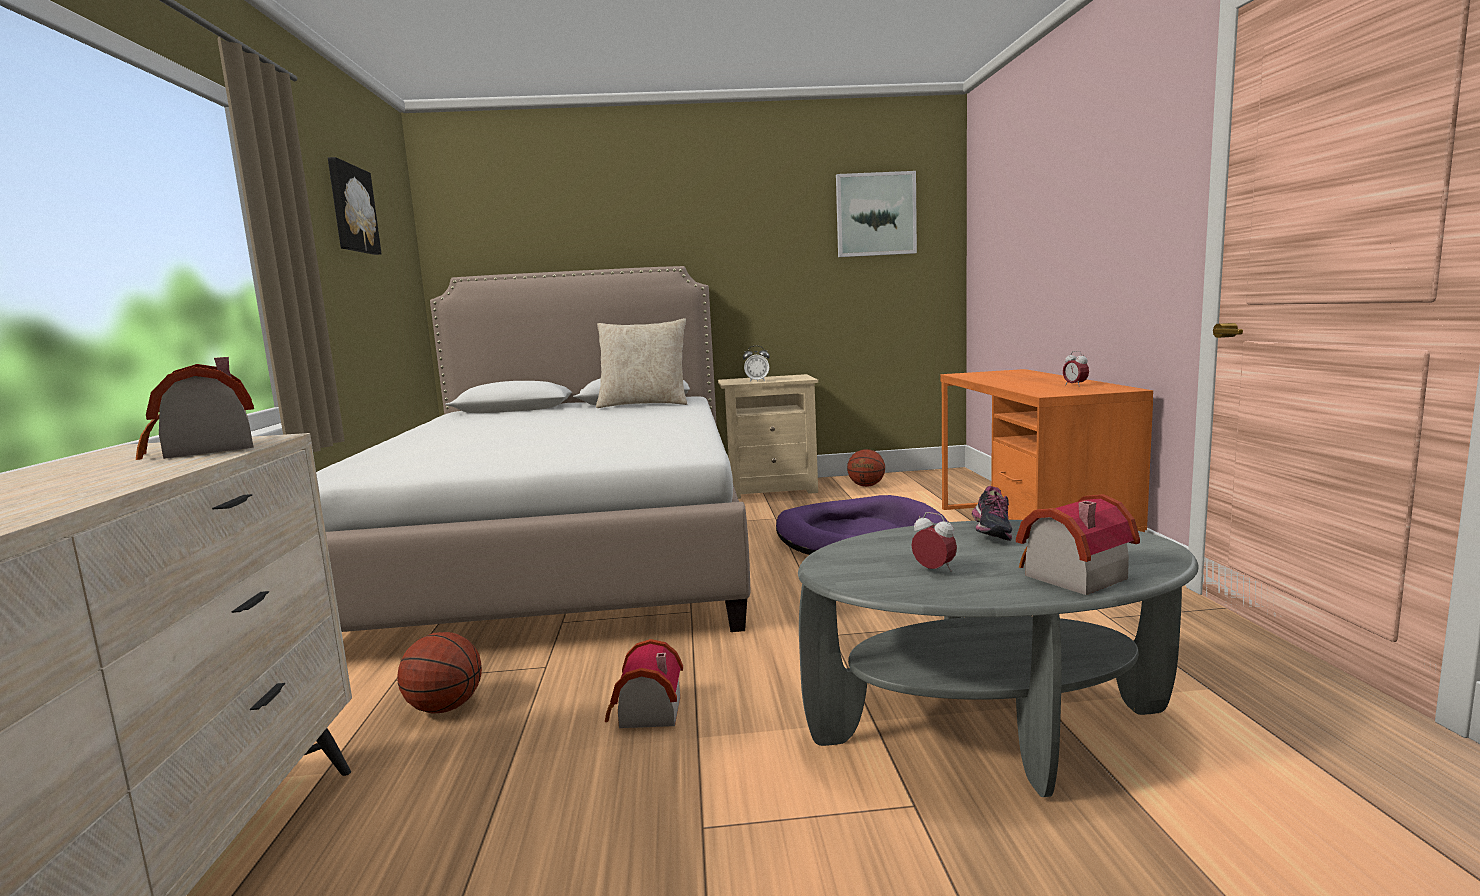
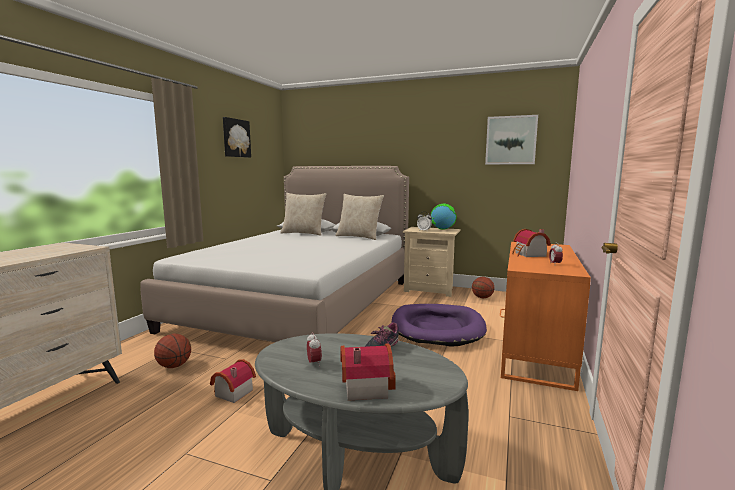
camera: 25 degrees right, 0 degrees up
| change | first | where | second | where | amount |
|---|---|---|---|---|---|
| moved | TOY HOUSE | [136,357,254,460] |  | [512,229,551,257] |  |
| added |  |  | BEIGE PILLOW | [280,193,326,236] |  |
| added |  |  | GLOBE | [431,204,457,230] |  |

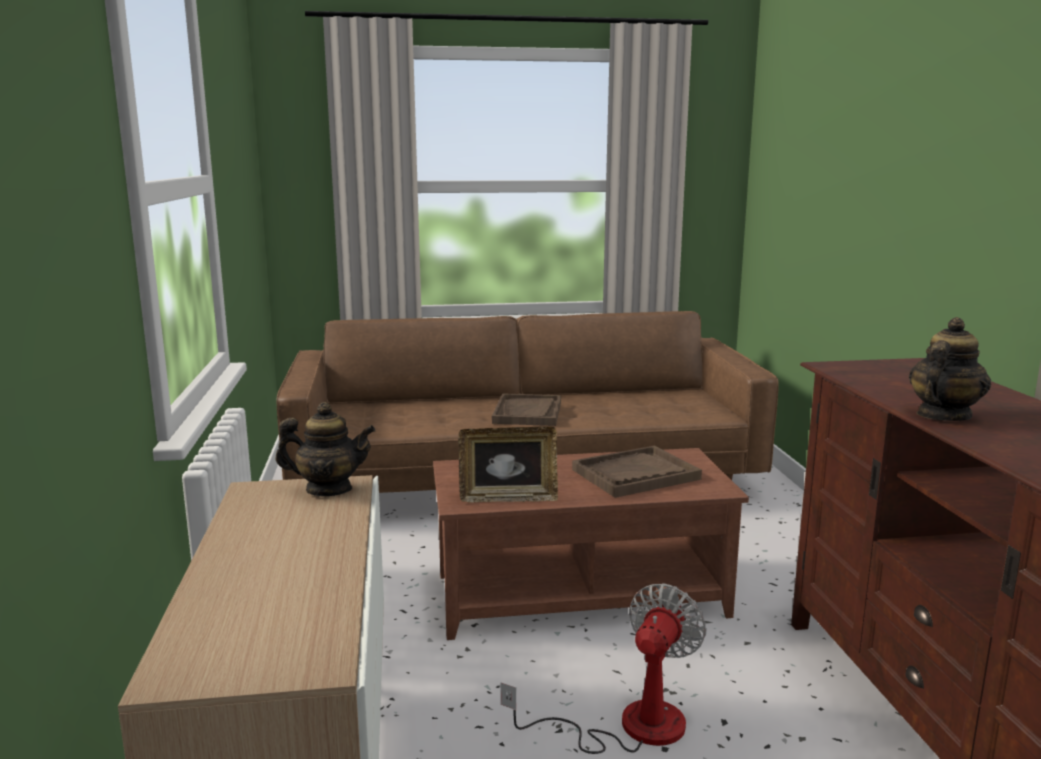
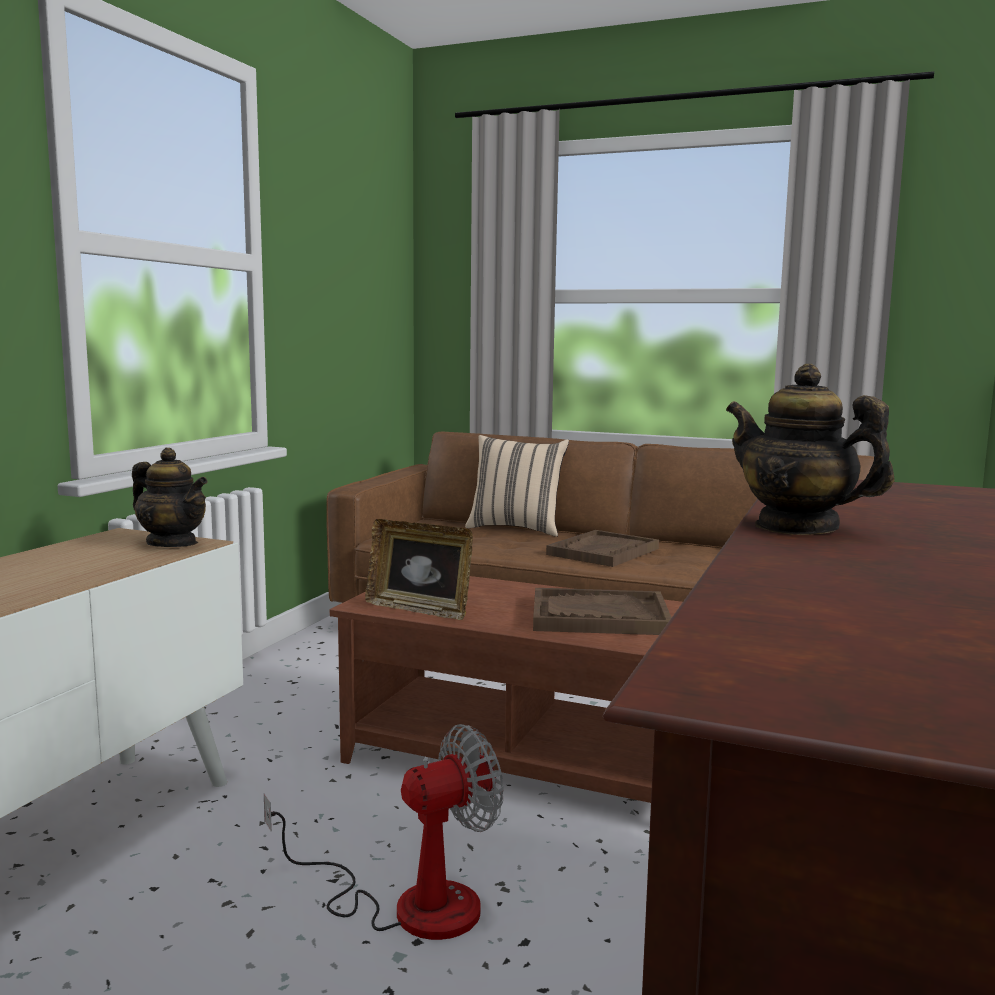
camera: 30 degrees right, 5 degrees down
| change | first | where | second | where | amount |
|---|---|---|---|---|---|
| turned | TEAPOT | [909,317,991,421] |  | [726,364,894,535] | 120 degrees counterclockwise |
| added |  |  | BEIGE PILLOW | [465,435,569,537] |  |

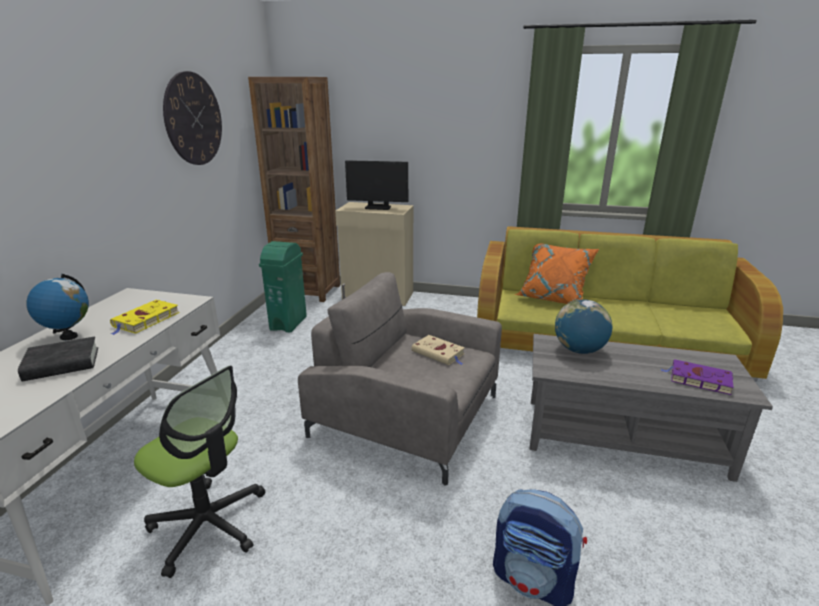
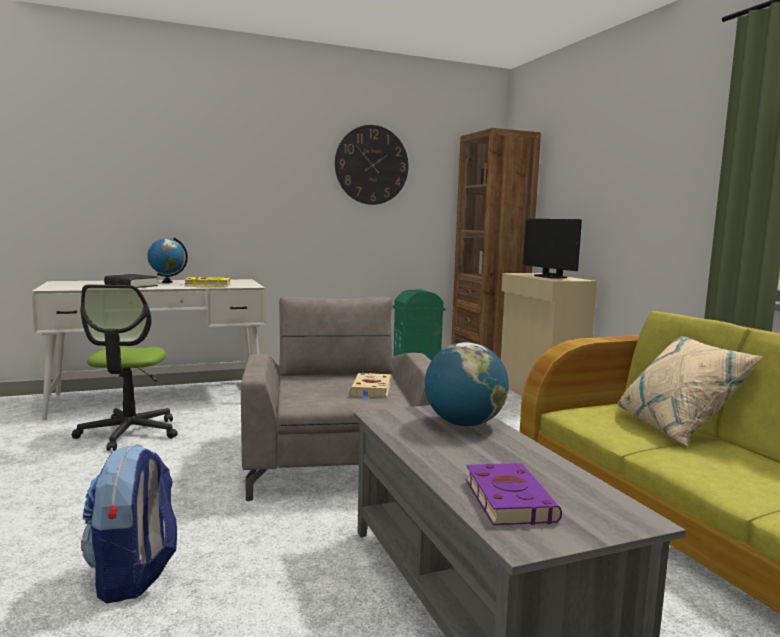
camera: 55 degrees right, 15 degrees down
| change | first | where | second | where | amount |
|---|---|---|---|---|---|
| recoloured | ORANGE PILLOW | [515,244,599,304] | BEIGE PILLOW | [617,336,763,446] |  |

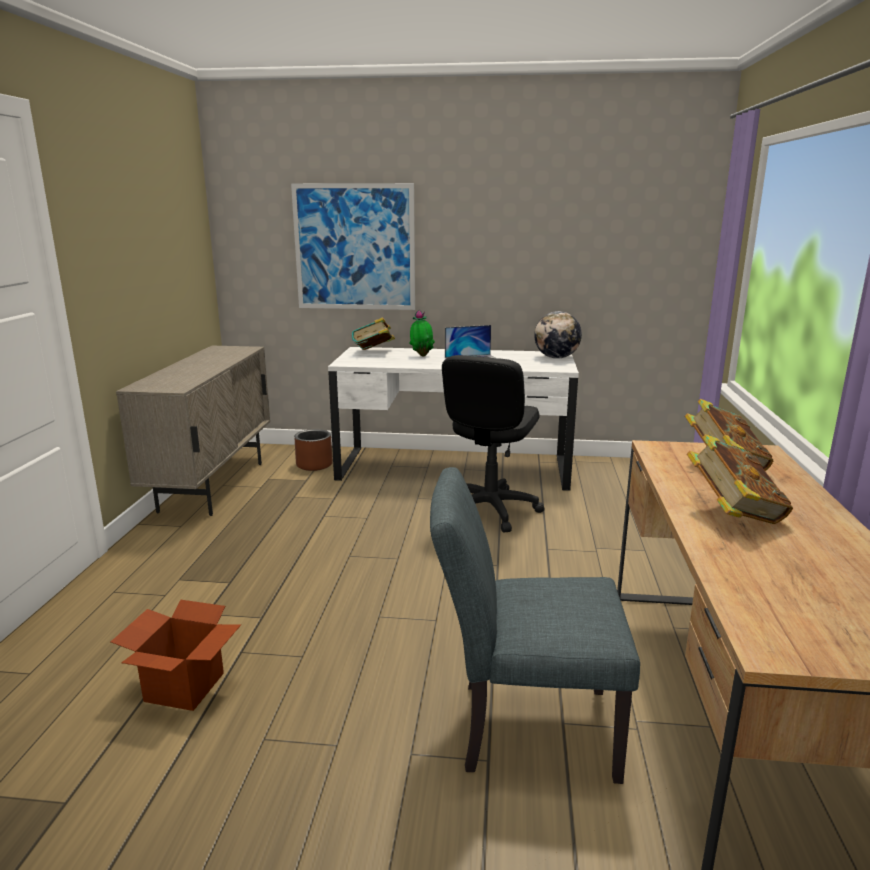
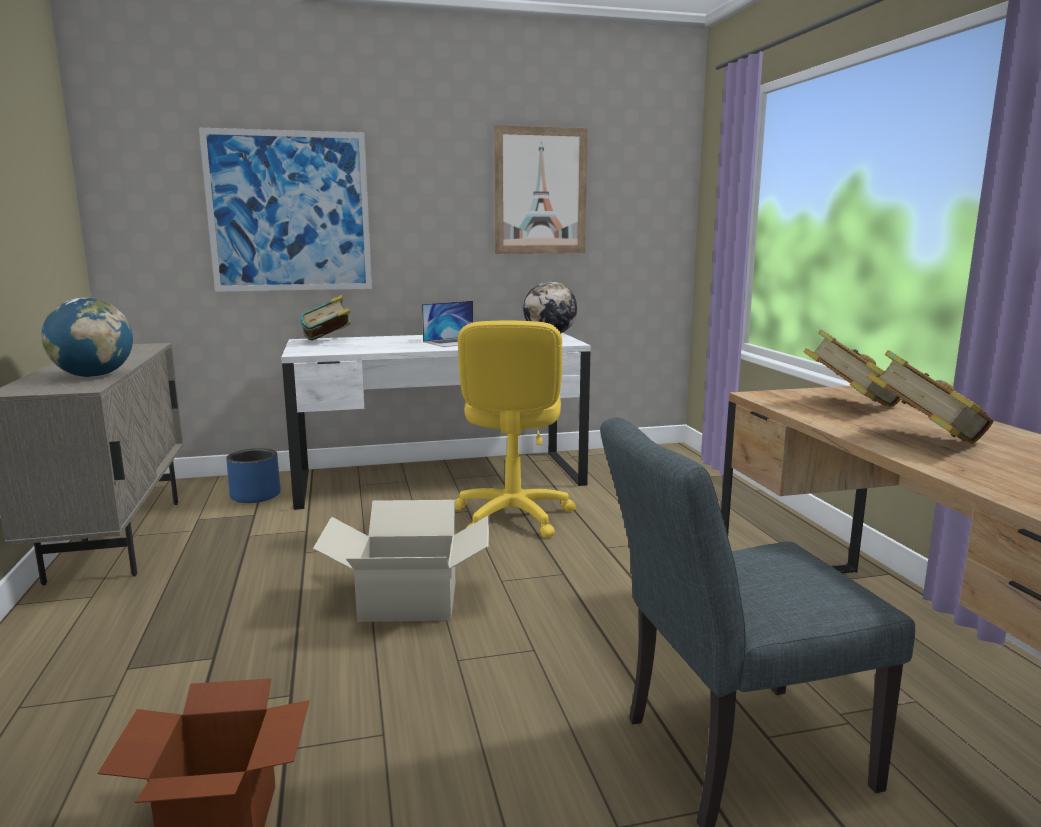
camera: 20 degrees left, 5 degrees down
| change | first | where | second | where | amount |
|---|---|---|---|---|---|
| recoloured | BROWN PLANTER | [294,429,333,471] | BLUE PLANTER | [226,448,281,503] |  |
| removed | POTTED PLANT | [410,310,435,357] |  |  |  |
| recoloured | BLACK OFFICE CHAIR | [442,355,544,532] | YELLOW OFFICE CHAIR | [455,321,576,538] |  |
| added |  |  | GLOBE | [41,298,133,377] |  |
| added |  |  | CARDBOARD BOX | [313,500,489,622] |  |
| added |  |  | PICTURE | [494,125,588,254] |  |

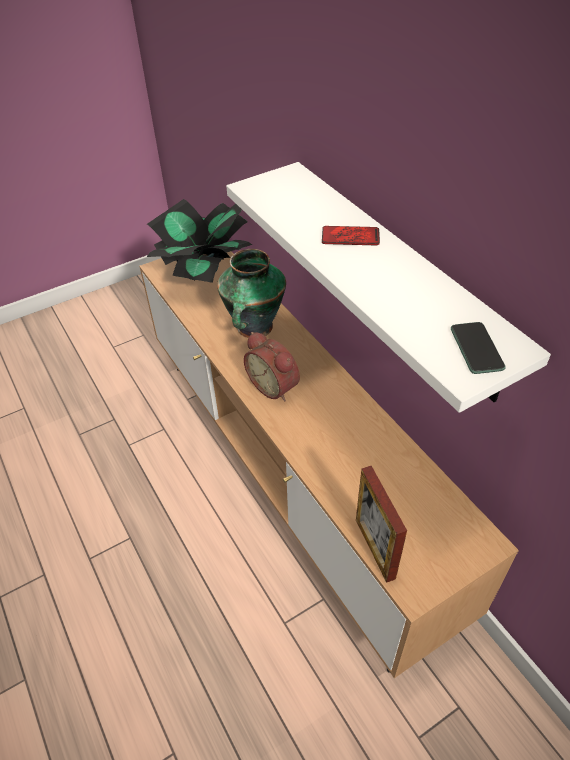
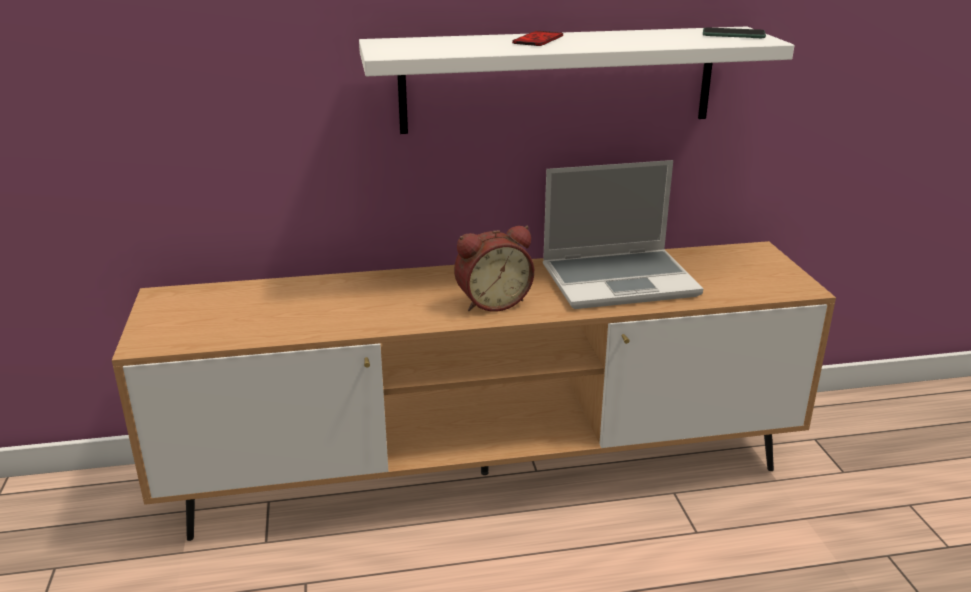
camera: 70 degrees left, 20 degrees down
| change | first | where | second | where | amount |
|---|---|---|---|---|---|
| removed | POTTED PLANT | [147,199,252,283] |  |  |  |
| removed | VASE | [217,249,286,338] |  |  |  |
| removed | PICTURE FRAME | [356,466,407,583] |  |  |  |
| added |  |  | LAPTOP | [543,160,703,309] |  |

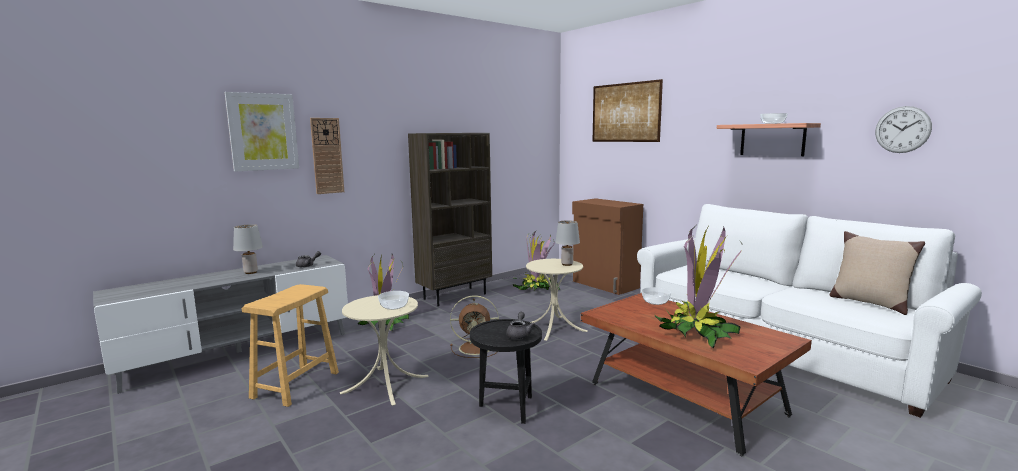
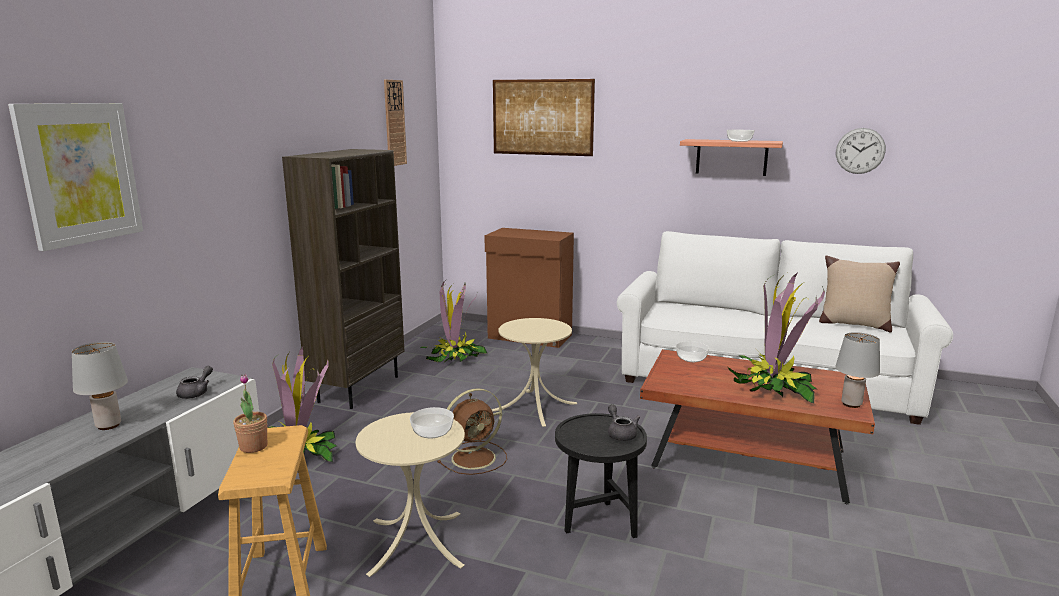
camera: 30 degrees left, 5 degrees up
| change | first | where | second | where | amount |
|---|---|---|---|---|---|
| moved | WALL CLOCK | [310,118,344,194] |  | [384,80,407,166] |  |
| moved | GREY TABLE LAMP | [555,220,580,266] |  | [835,332,880,408] |  |
| added |  |  | POTTED PLANT | [233,374,267,453] |  |

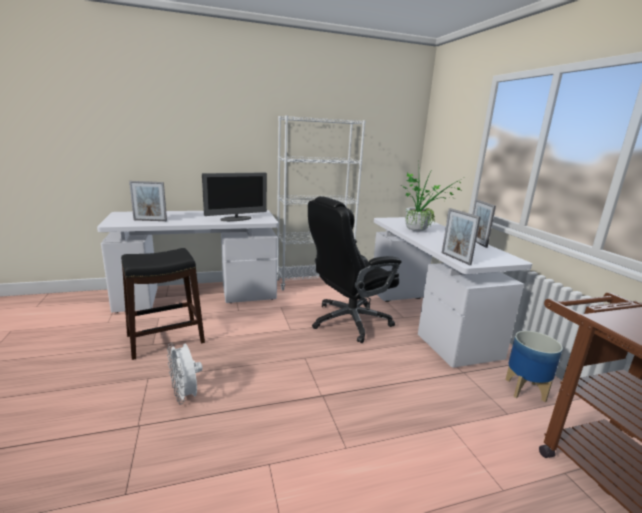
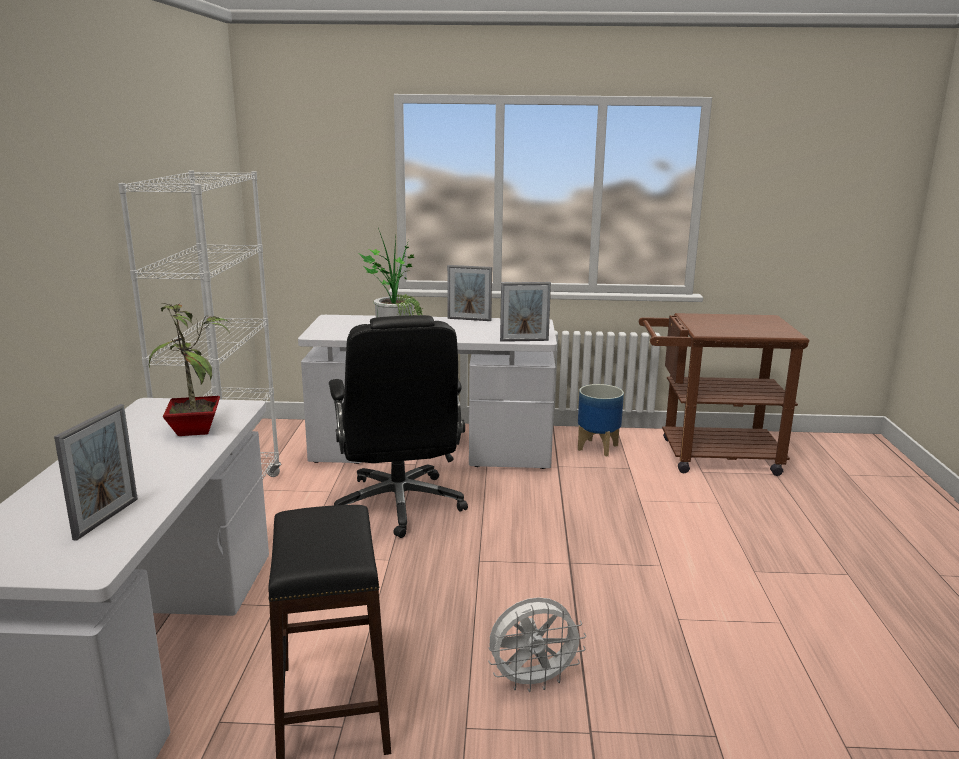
camera: 70 degrees left, 0 degrees up
| change | first | where | second | where | amount |
|---|---|---|---|---|---|
| replaced | MONITOR | [202,172,267,221] | POTTED PLANT | [149,302,232,436] |  |

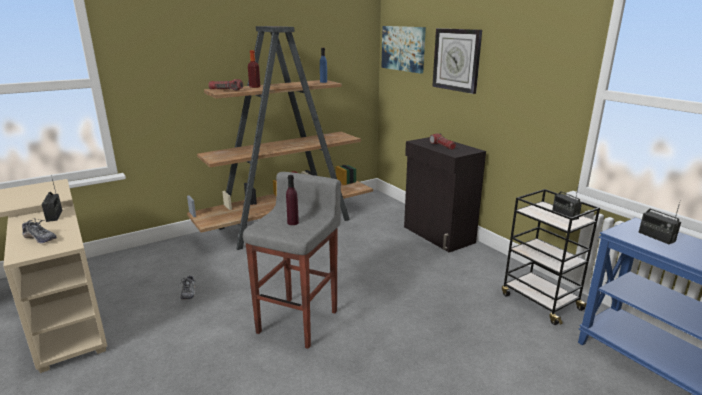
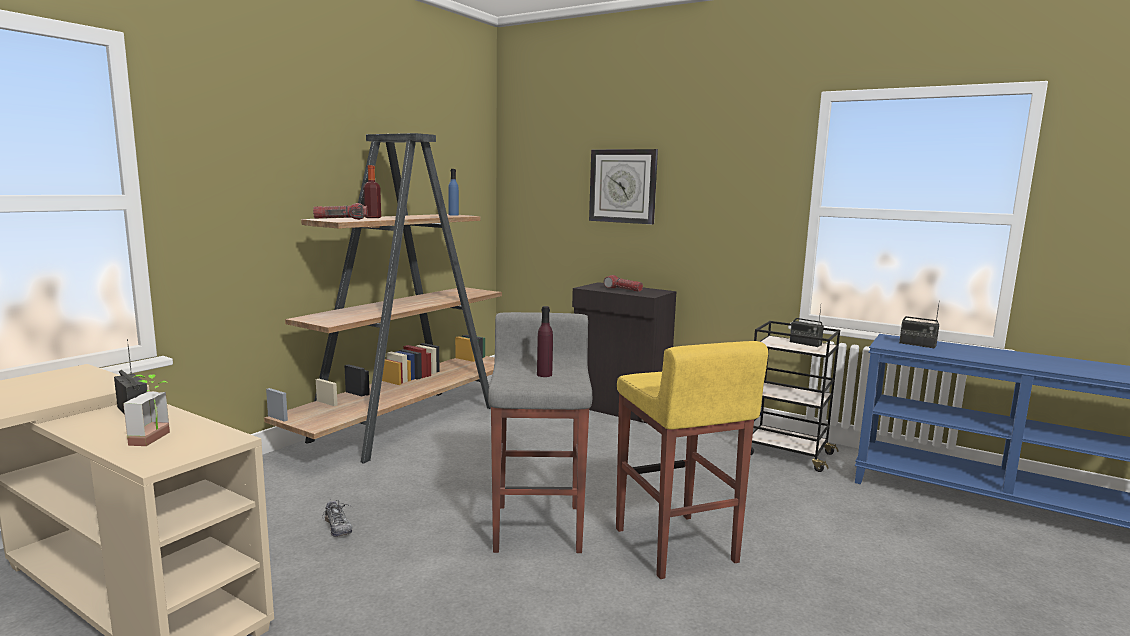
camera: 25 degrees left, 10 degrees down
| change | first | where | second | where | amount |
|---|---|---|---|---|---|
| replaced | SHOE | [22,218,57,243] | POTTED PLANT | [123,374,170,446] |  |
| removed | PICTURE | [381,26,426,74] |  |  |  |
| added |  |  | YELLOW STOOL | [616,341,768,579] |  |

